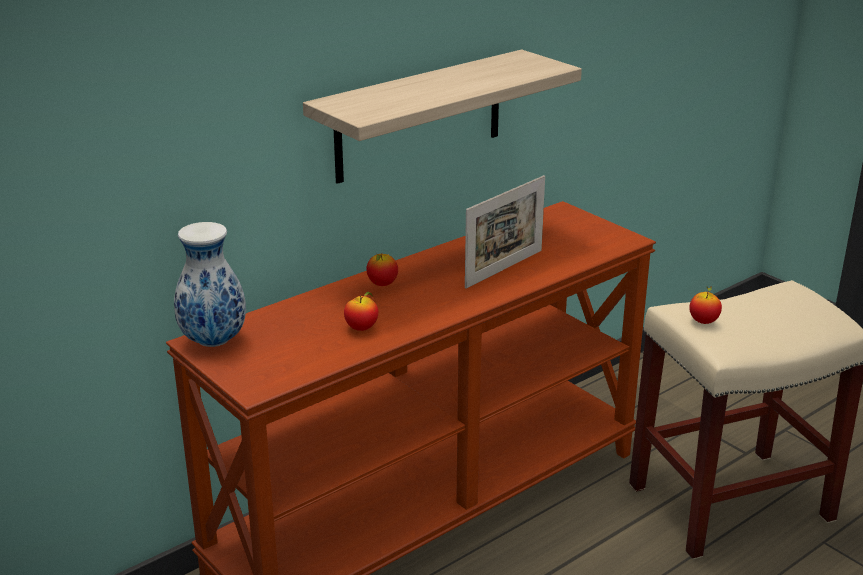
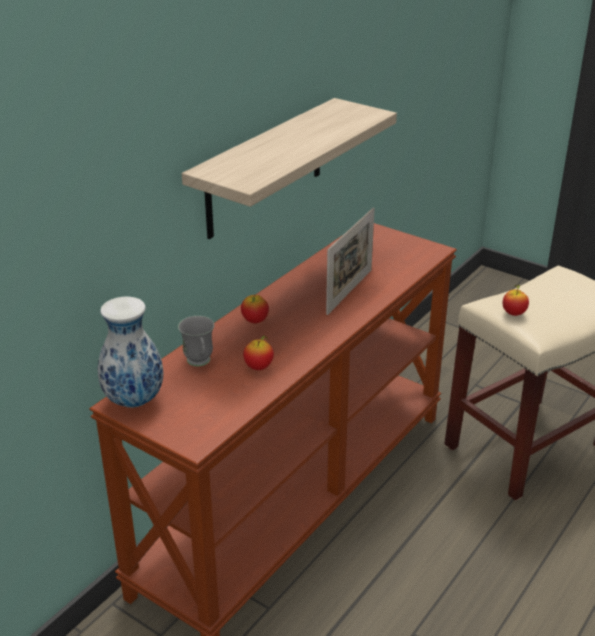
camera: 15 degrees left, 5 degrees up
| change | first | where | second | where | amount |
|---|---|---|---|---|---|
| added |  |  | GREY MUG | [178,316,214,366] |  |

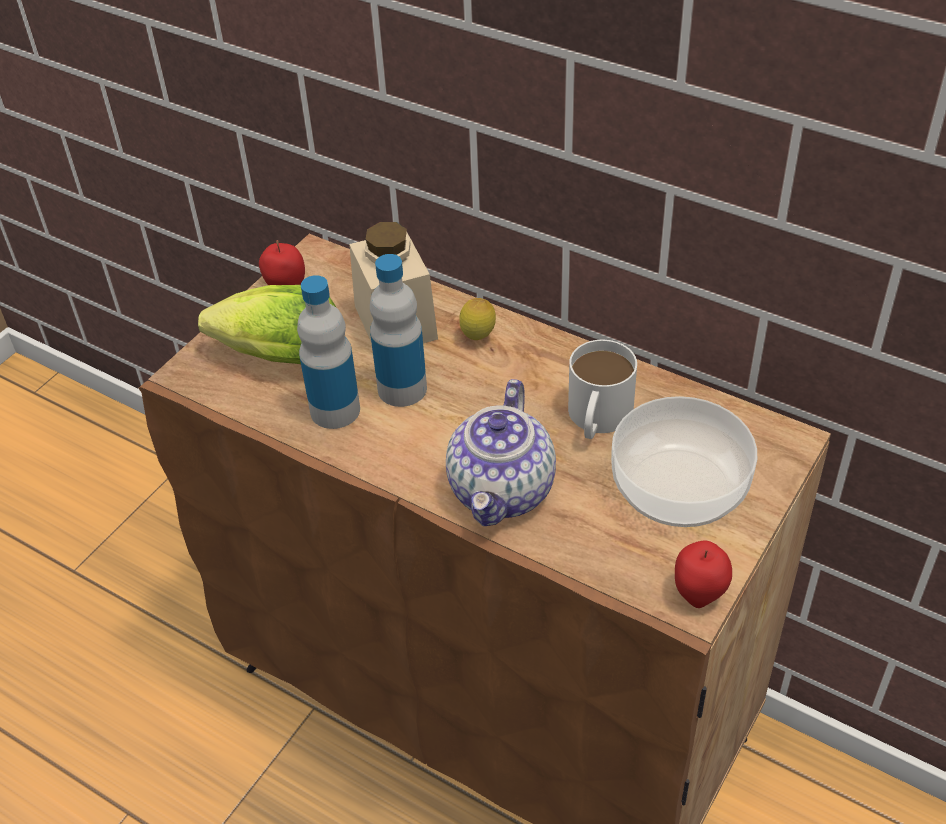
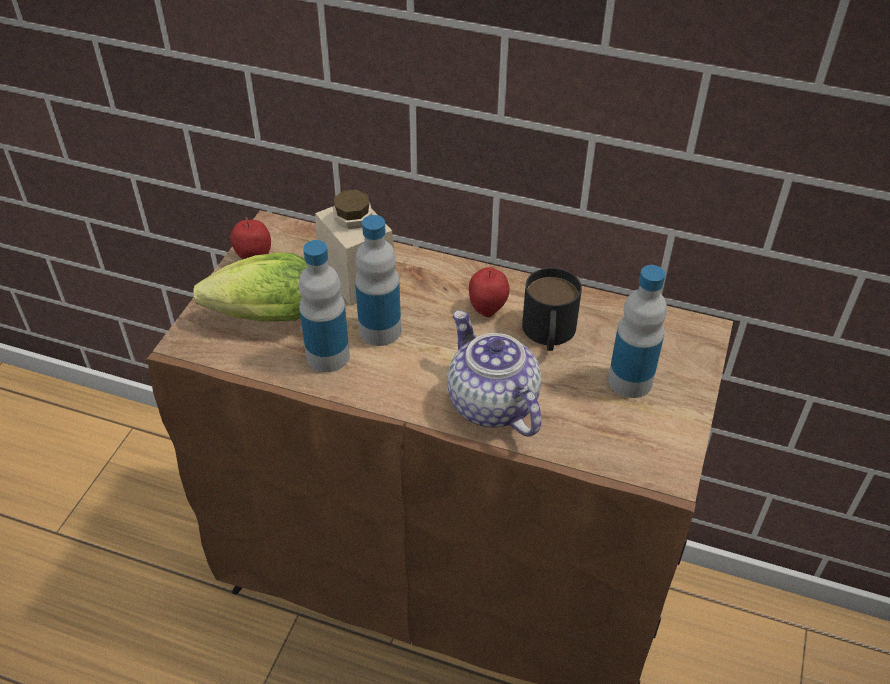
camera: 15 degrees left, 0 degrees up
| change | first | where | second | where | amount |
|---|---|---|---|---|---|
| turned | TEAPOT | [446,379,556,526] |  | [447,310,542,437] | 150 degrees clockwise |
| removed | LEMON | [459,298,496,340] |  |  |  |
| recoloured | WHITE MUG | [568,340,637,439] | BLACK MUG | [522,268,582,351] |  |
| replaced | BOWL | [611,396,757,527] | BOTTLE | [608,265,667,398] |  |
| moved | APPLE | [675,540,732,608] |  | [469,267,510,317] |  |

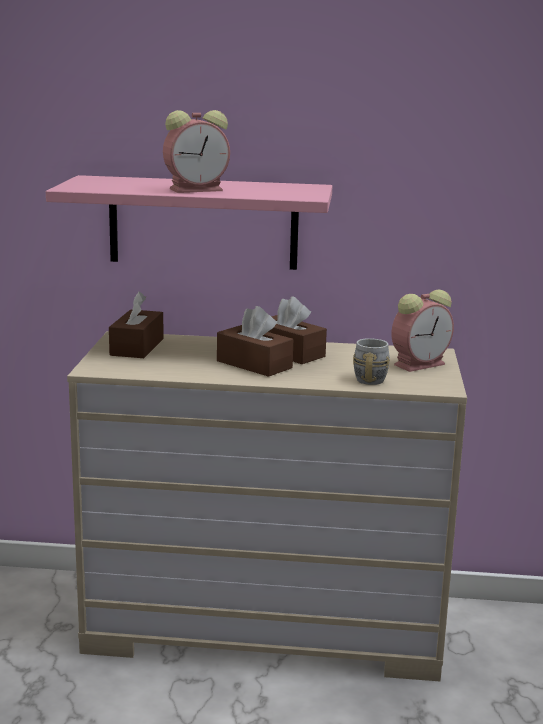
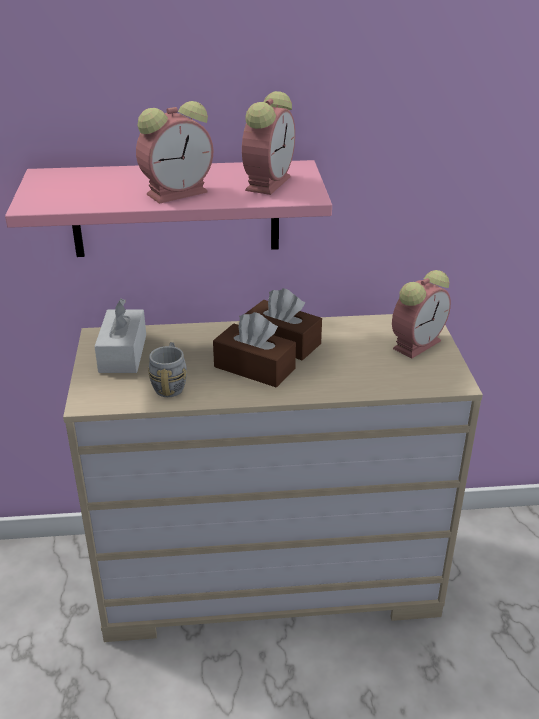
camera: 10 degrees left, 15 degrees up
| change | first | where | second | where | amount |
|---|---|---|---|---|---|
| recoloured | BROWN TISSUE BOX | [109,292,164,358] | WHITE TISSUE BOX | [94,298,146,373] |  |
| moved | GREY MUG | [353,338,390,385] |  | [148,342,187,397] |  |
| added |  |  | ALARM CLOCK | [242,91,295,195] |  |

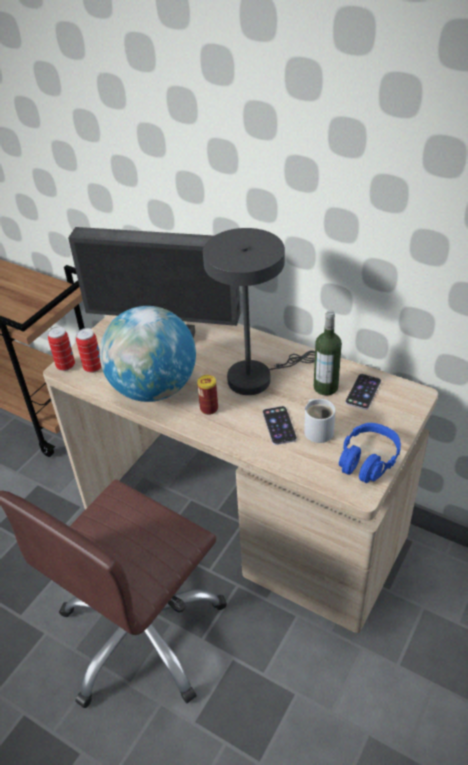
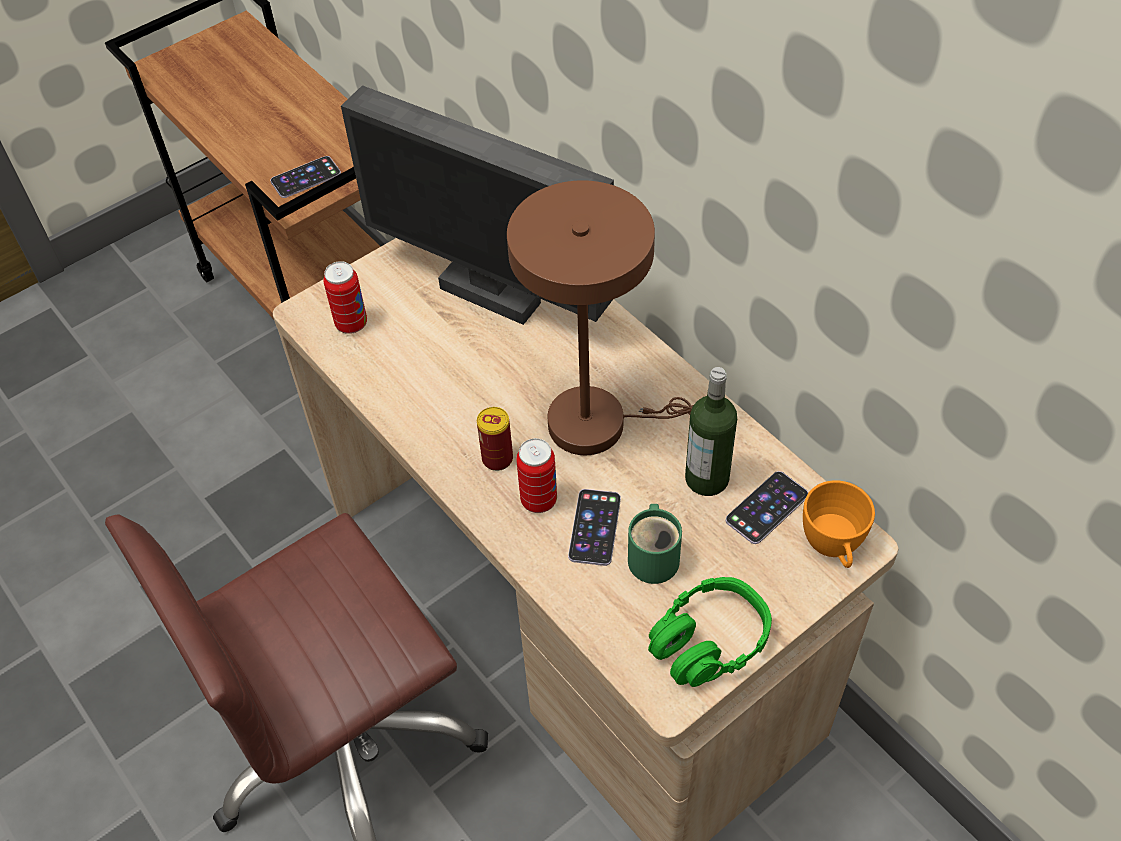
camera: 20 degrees right, 10 degrees up
| change | first | where | second | where | amount |
|---|---|---|---|---|---|
| moved | CAN | [48,327,75,371] |  | [516,438,557,513] |  |
| removed | GLOBE | [100,306,196,402] |  |  |  |
| recoloured | GREY TABLE LAMP | [203,228,315,395] | BROWN TABLE LAMP | [507,180,693,455] |  |
| recoloured | WHITE MUG | [304,399,336,443] | GREEN MUG | [628,504,682,584] |  |
| recoloured | BLUE HEADPHONES | [339,423,401,483] | GREEN HEADPHONES | [648,577,772,687] |  |
| added |  |  | PHONE | [270,156,341,198] |  |
| added |  |  | ORANGE CUP | [803,480,875,568] |  |

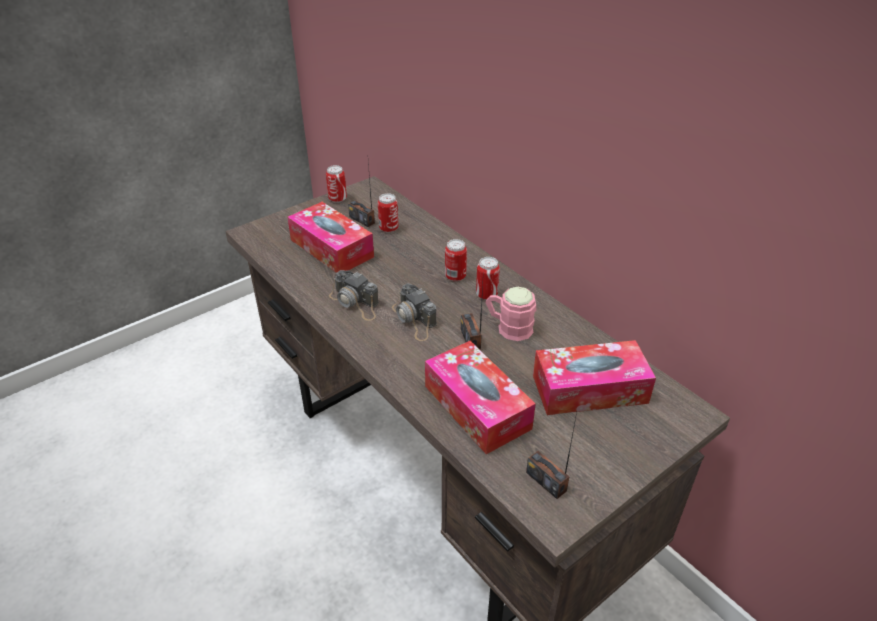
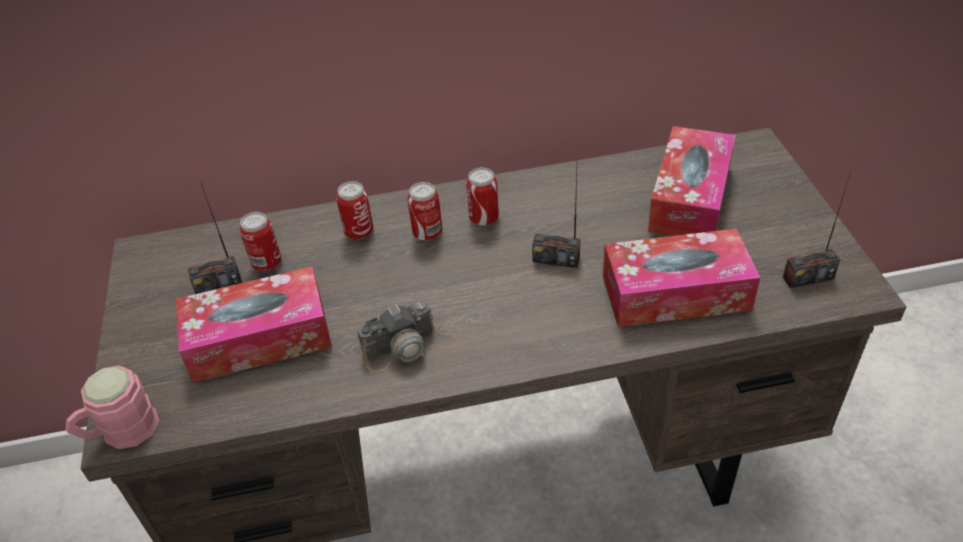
camera: 60 degrees left, 5 degrees up
| change | first | where | second | where | amount |
|---|---|---|---|---|---|
| moved | CAN | [326,165,347,203] |  | [336,181,373,240] |  |
| removed | PHOTO CAMERA | [392,283,437,341] |  |  |  |
| moved | PINK MUG | [485,287,536,341] |  | [65,366,159,449] |  |

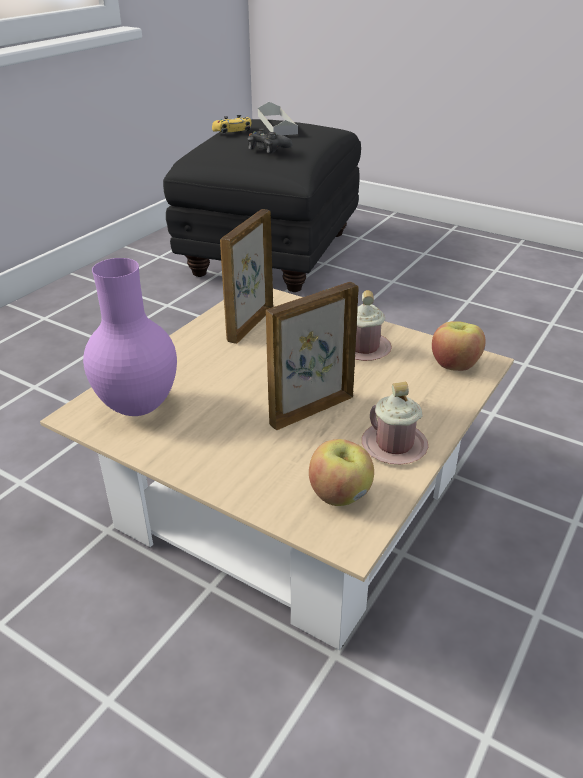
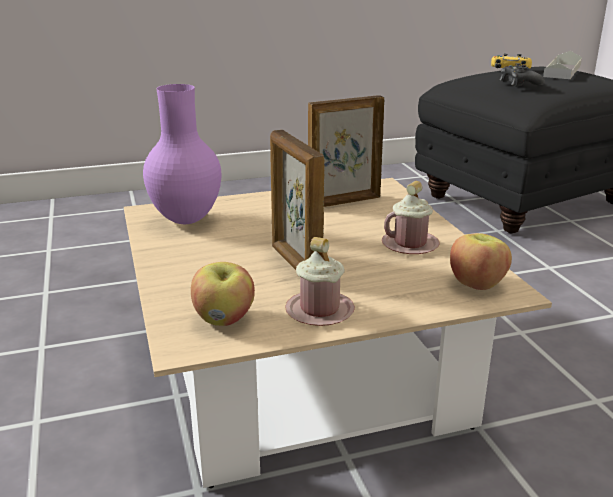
camera: 40 degrees right, 10 degrees down
| change | first | where | second | where | amount |
|---|---|---|---|---|---|
| turned | PICTURE FRAME | [266,282,359,430] |  | [270,130,324,270] | 120 degrees counterclockwise |

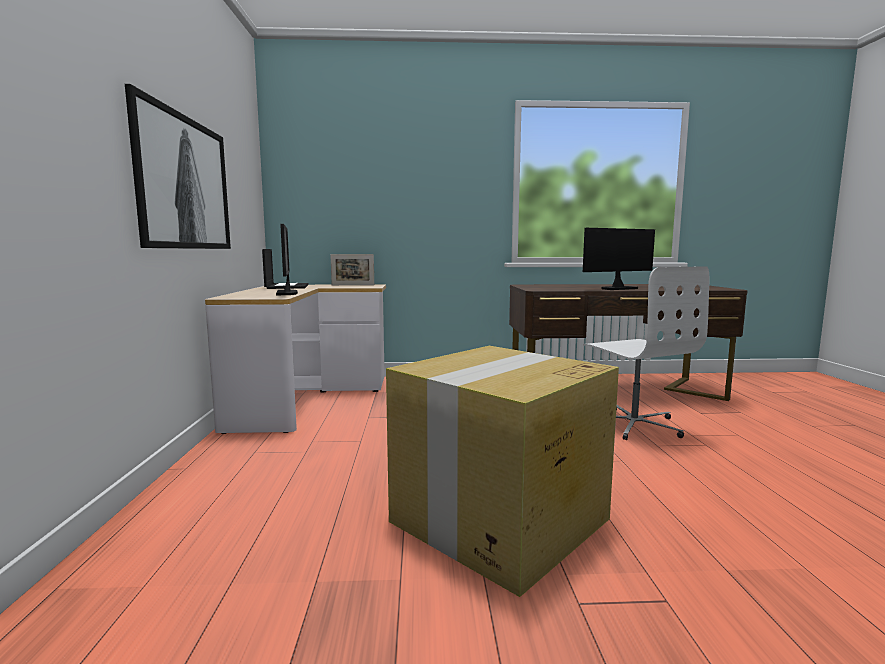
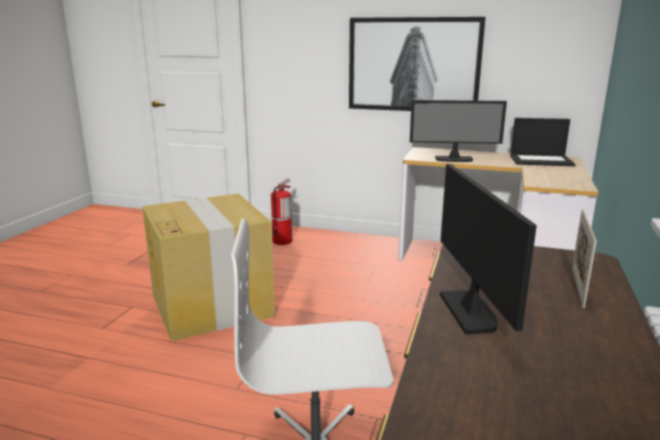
camera: 110 degrees right, 10 degrees up
| change | first | where | second | where | amount |
|---|---|---|---|---|---|
| moved | PICTURE FRAME | [330,254,374,285] |  | [572,209,597,308] |  |
| added |  |  | FIRE EXTINGUISHER | [271,178,292,245] |  |

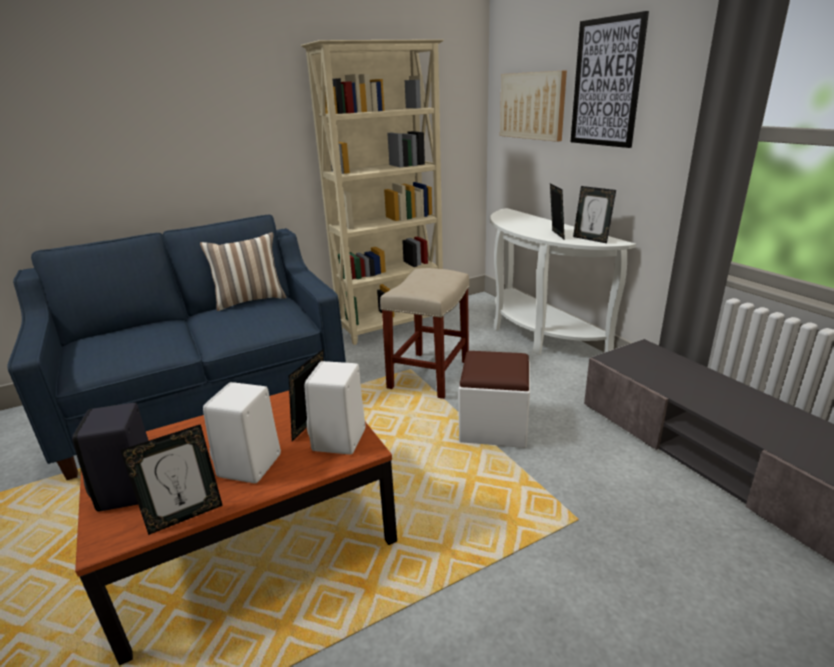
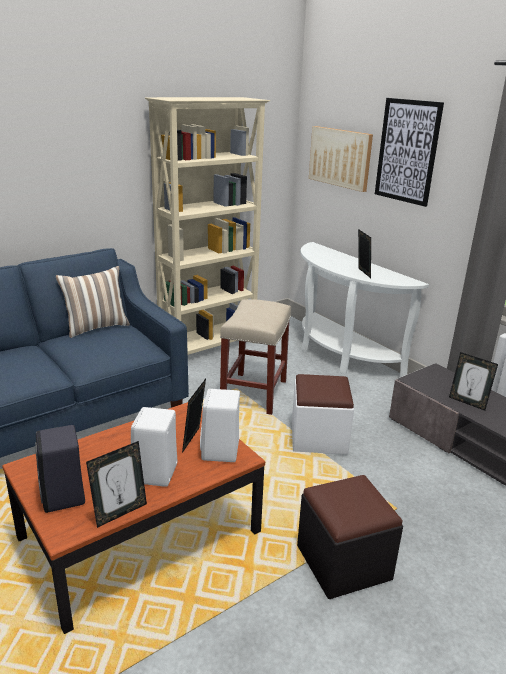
camera: 10 degrees left, 0 degrees up
| change | first | where | second | where | amount |
|---|---|---|---|---|---|
| moved | PICTURE FRAME | [573,186,616,243] |  | [449,352,498,411] |  |
| added |  |  | BLACK OTTOMAN | [297,475,403,599] |  |

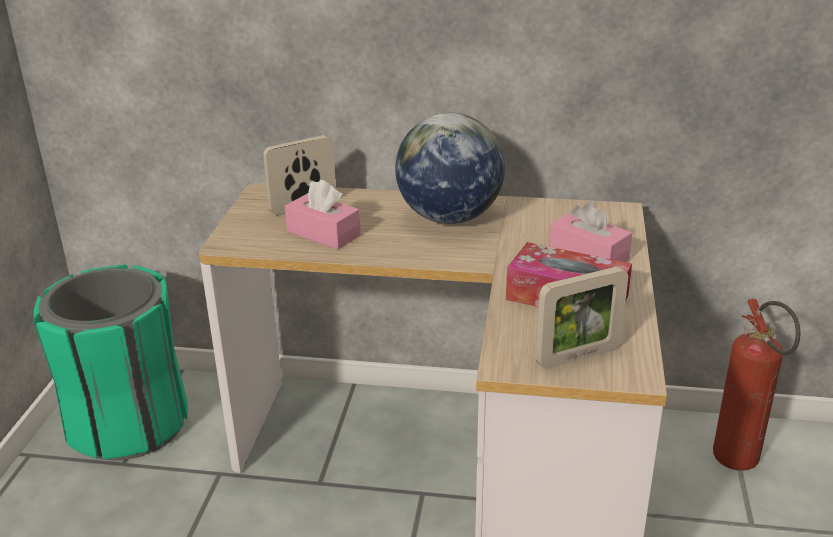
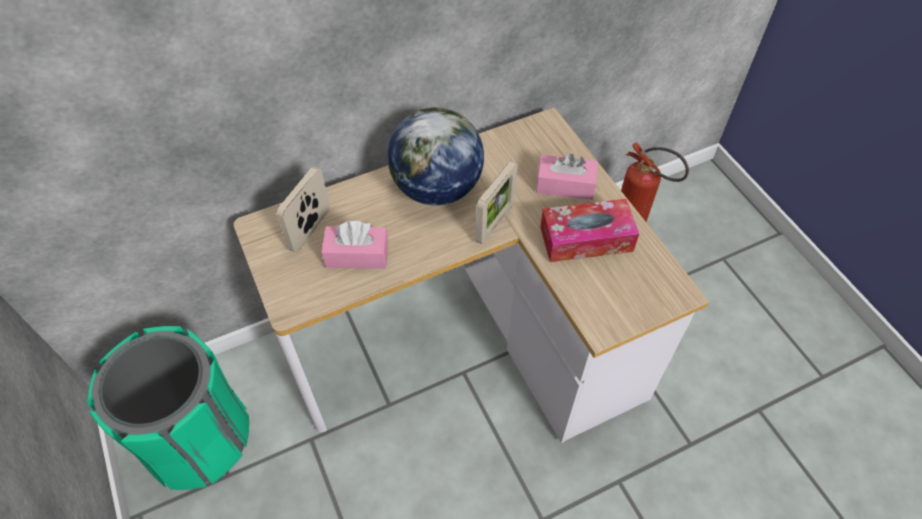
camera: 35 degrees left, 25 degrees up
| change | first | where | second | where | amount |
|---|---|---|---|---|---|
| moved | PICTURE FRAME | [536,266,628,369] |  | [476,161,518,244] |  |

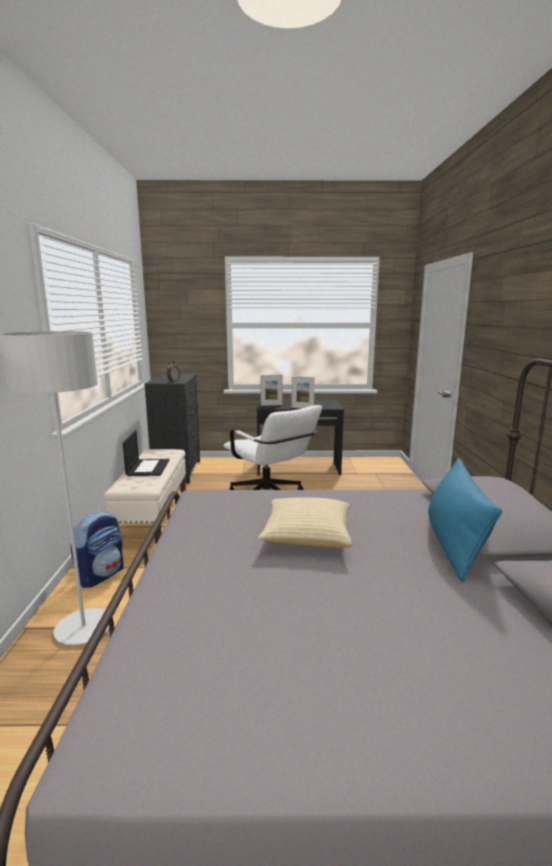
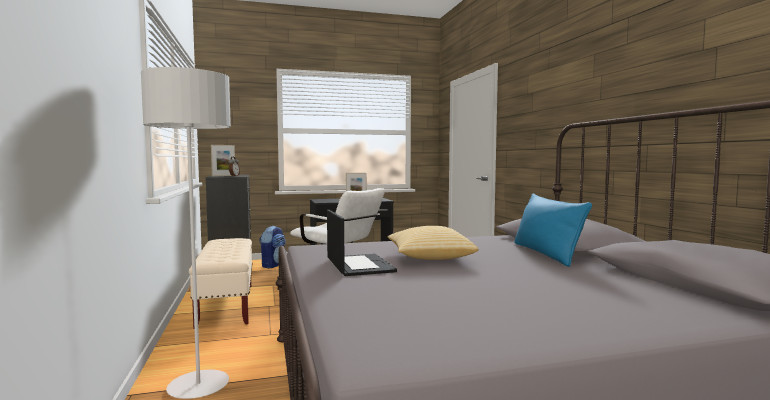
camera: 15 degrees left, 10 degrees down
| change | first | where | second | where | amount |
|---|---|---|---|---|---|
| moved | BACKPACK | [70,511,124,588] |  | [259,226,287,268] |  |
| moved | LAPTOP | [123,430,169,476] |  | [327,210,397,276] |  |
| moved | PICTURE FRAME | [260,375,283,406] |  | [211,145,235,176] |  |

